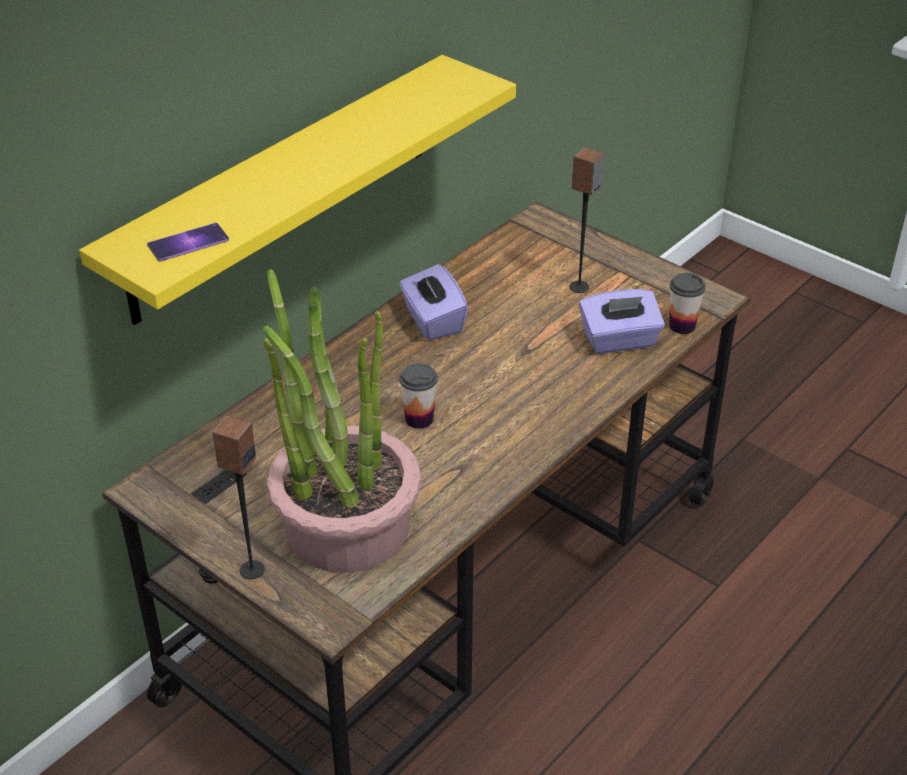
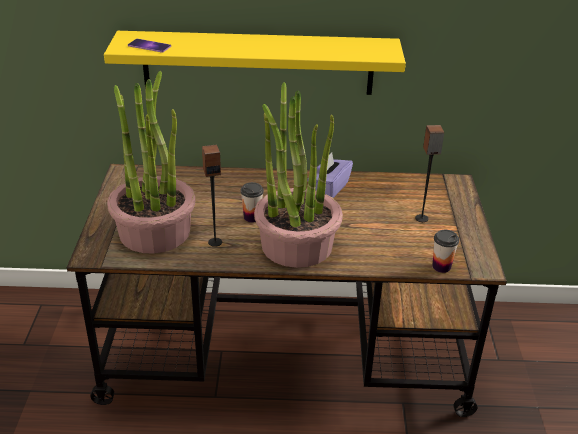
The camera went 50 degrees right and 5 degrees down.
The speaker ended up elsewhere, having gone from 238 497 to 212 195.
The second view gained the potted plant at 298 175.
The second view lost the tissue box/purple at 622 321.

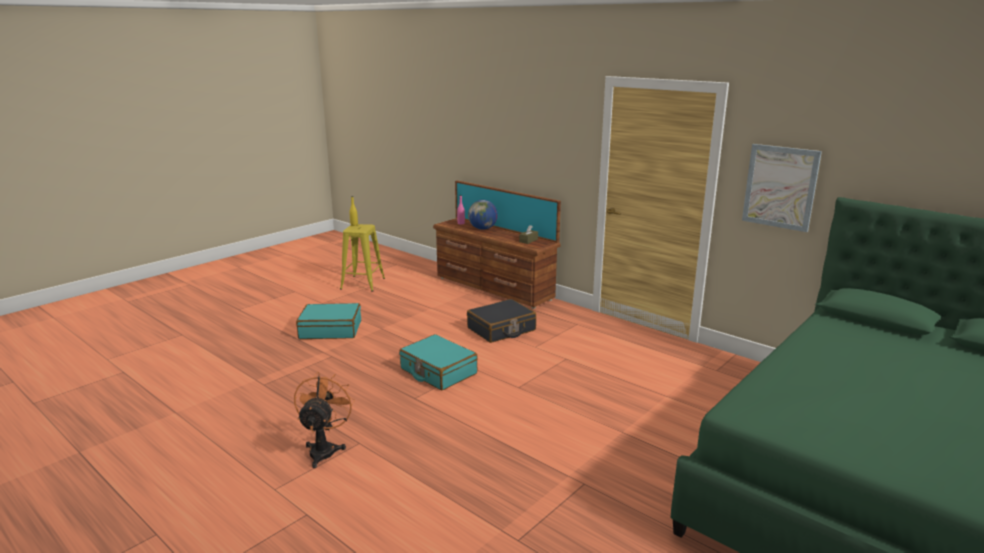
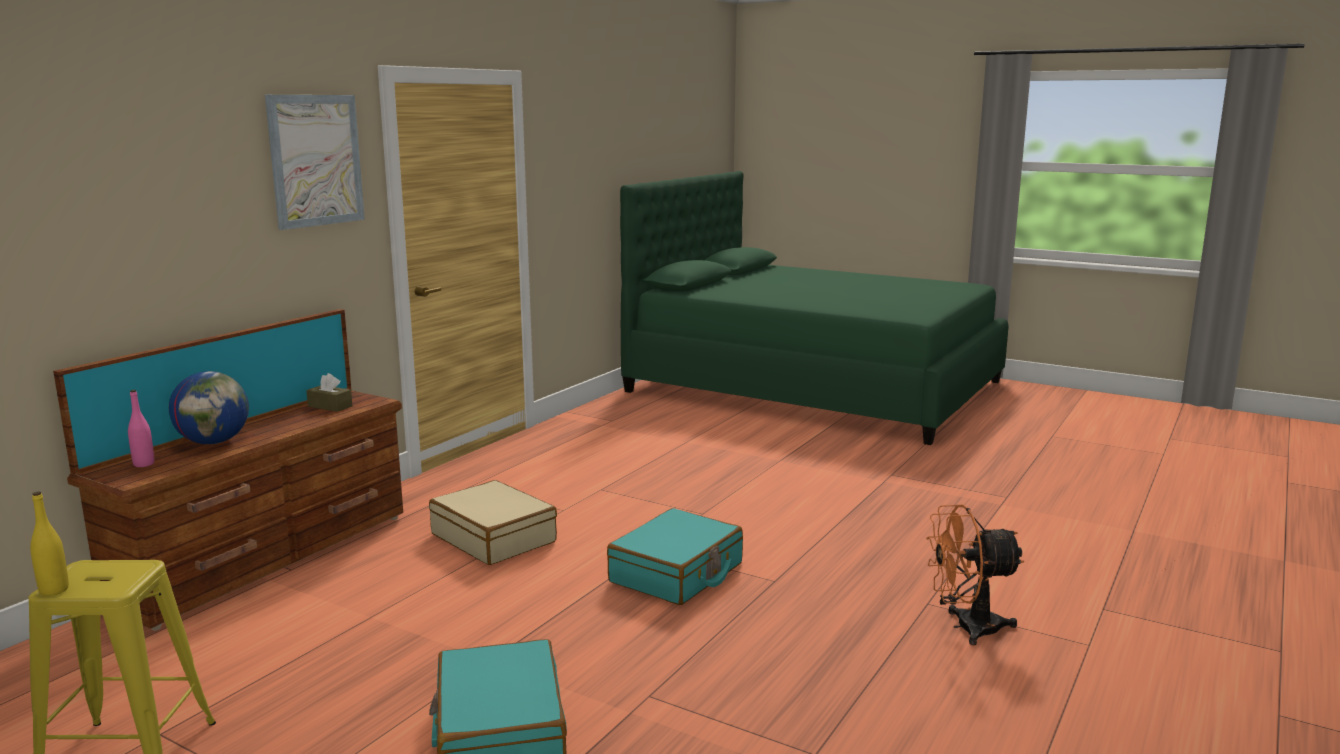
The camera went 100 degrees left and 5 degrees down.
The picture ended up elsewhere, having gone from 782 188 to 315 162.
What was the suitcase/black at 501 321 turned into the suitcase/beige at 493 522.

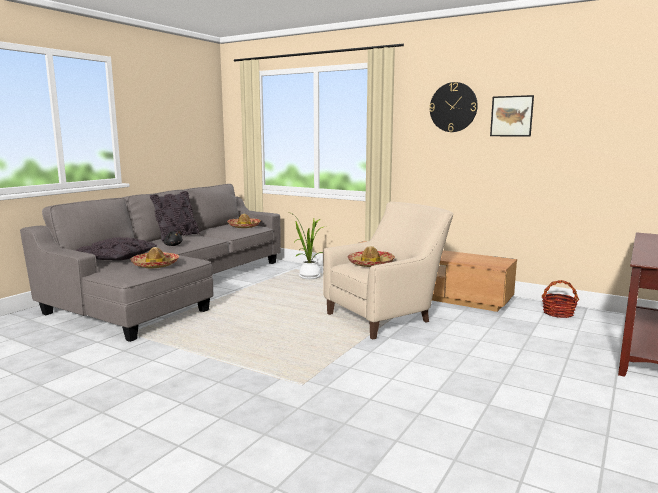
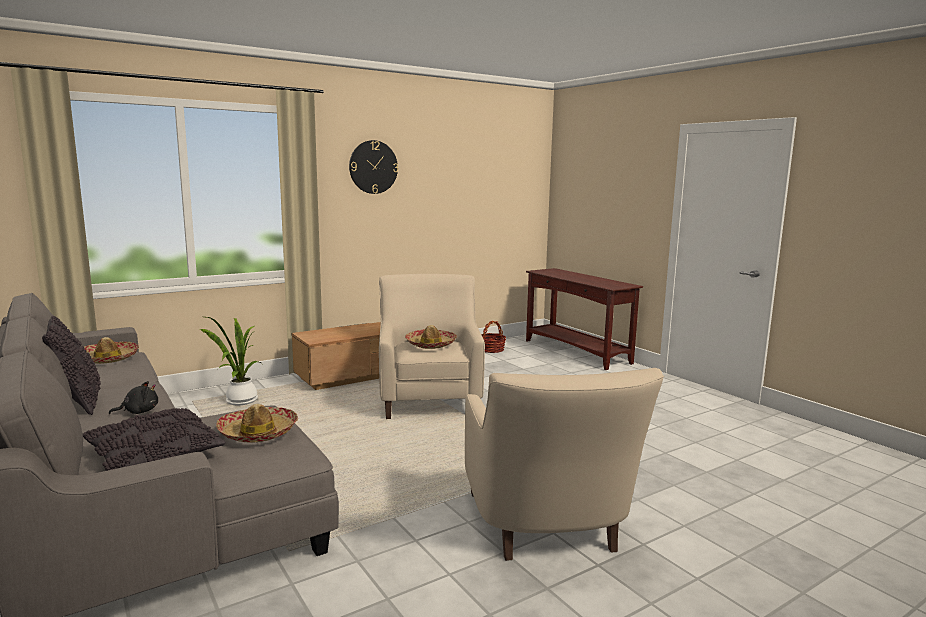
The camera went 65 degrees left and 0 degrees up.
The second view gained the armchair/beige at 564 464.
The second view lost the picture at 512 115.

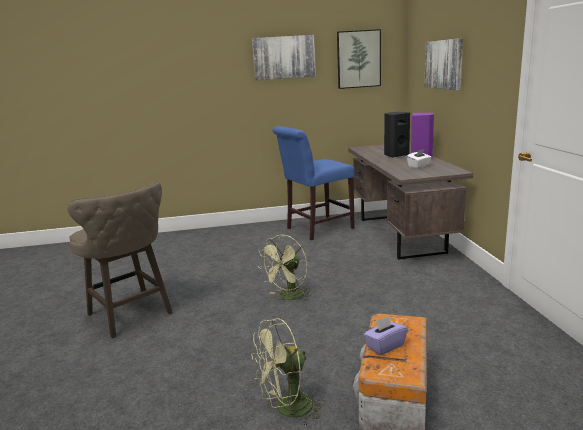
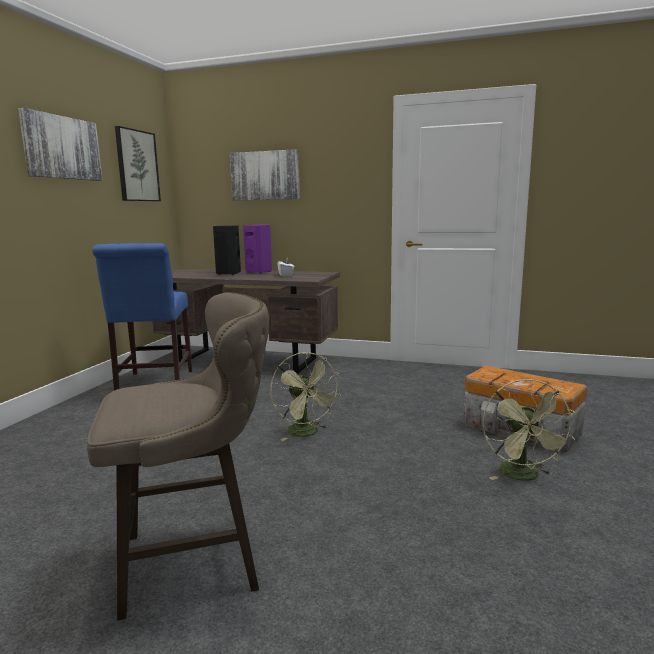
The camera went 65 degrees left and 5 degrees down.
The second view lost the tissue box/purple at 385 335.

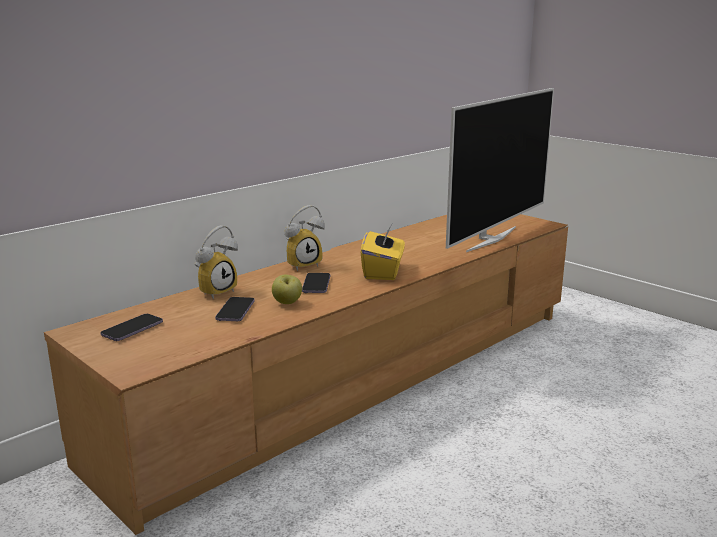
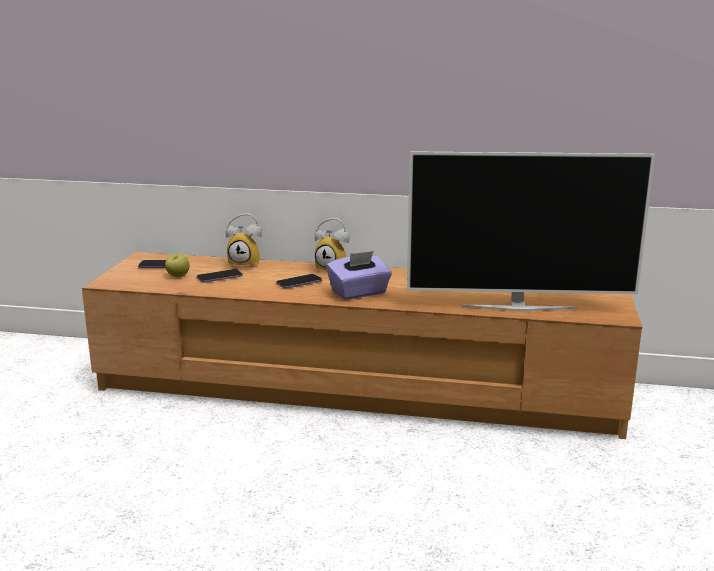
The camera went 55 degrees right and 0 degrees up.
The apple ended up elsewhere, having gone from 287 289 to 177 265.
What was the tissue box/yellow at 383 252 turned into the tissue box/purple at 359 275.

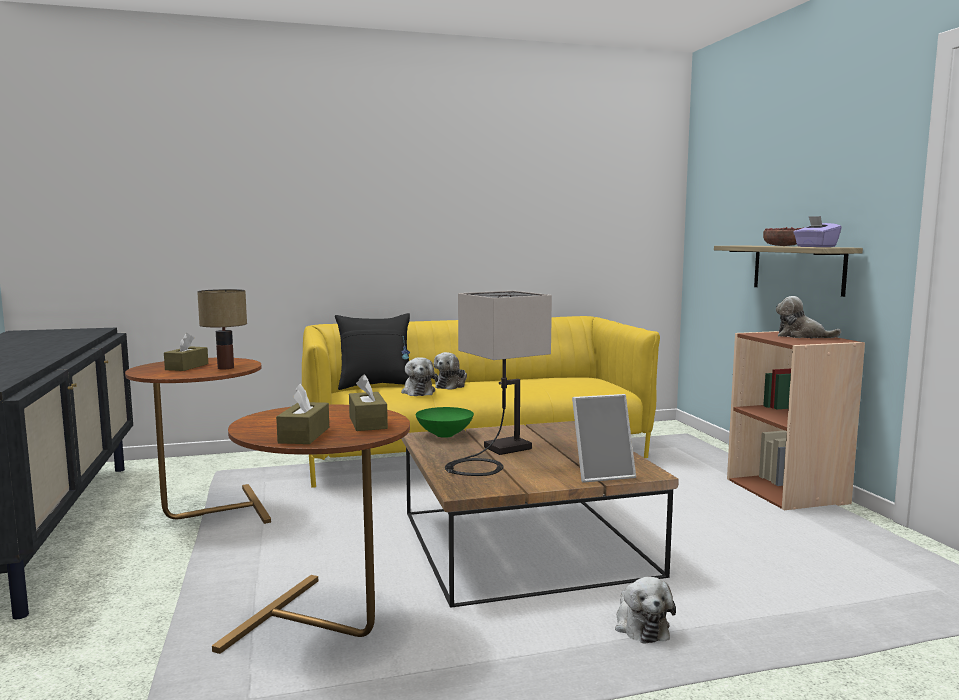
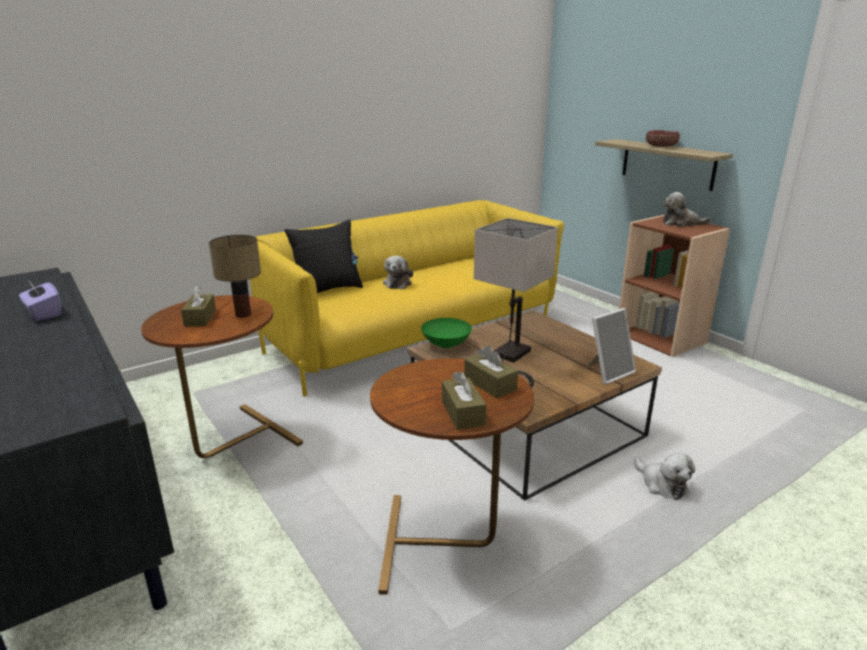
The camera went 20 degrees left and 15 degrees up.
The tissue box/purple ended up elsewhere, having gone from 817 231 to 40 300.
The second view lost the plush toy at 419 376.

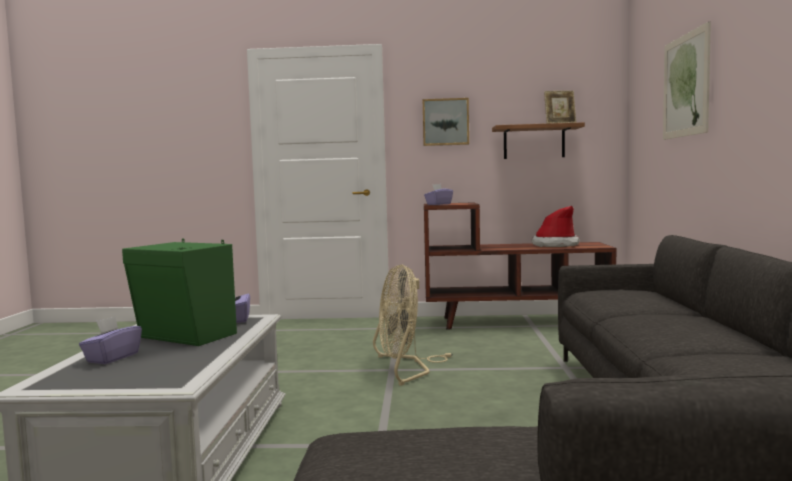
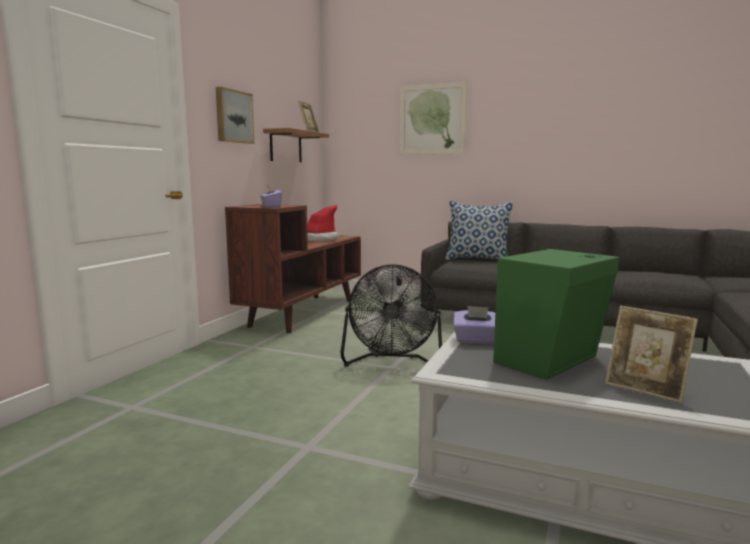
The camera went 70 degrees left and 5 degrees up.
What was the fan/beige at 413 325 turned into the fan/black at 391 315.
The second view gained the pillow at 479 230.
Where the tissue box/purple stood at 110 340, the picture frame came to stand at 651 354.

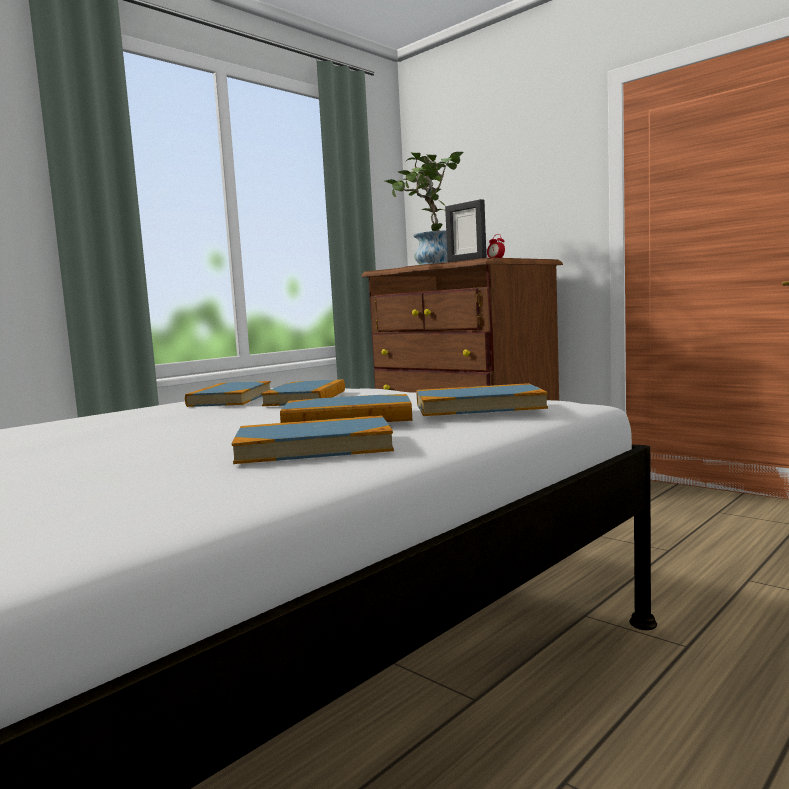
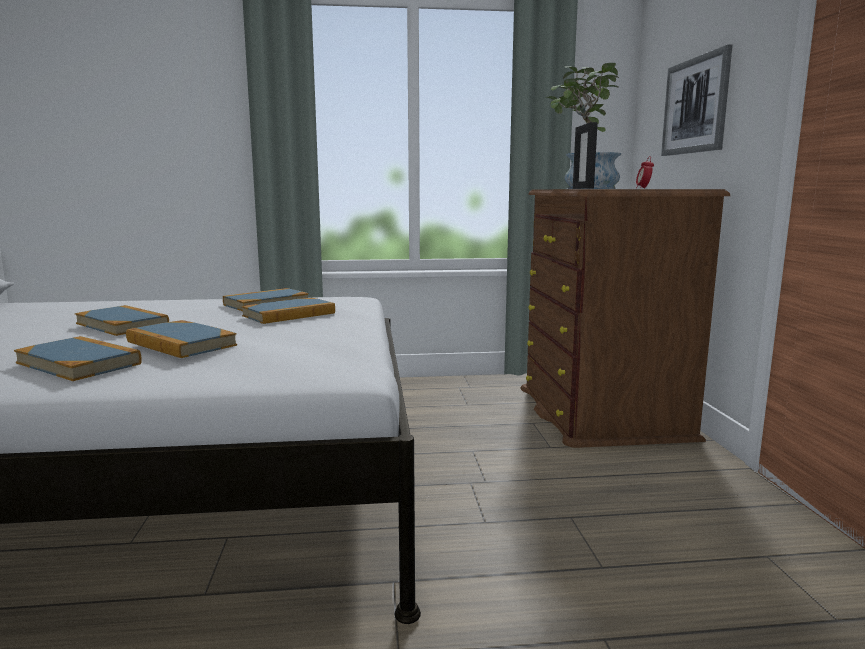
The camera went 40 degrees right and 5 degrees up.
The book ended up elsewhere, having gone from 482 399 to 122 320.
The second view gained the picture at 696 100.

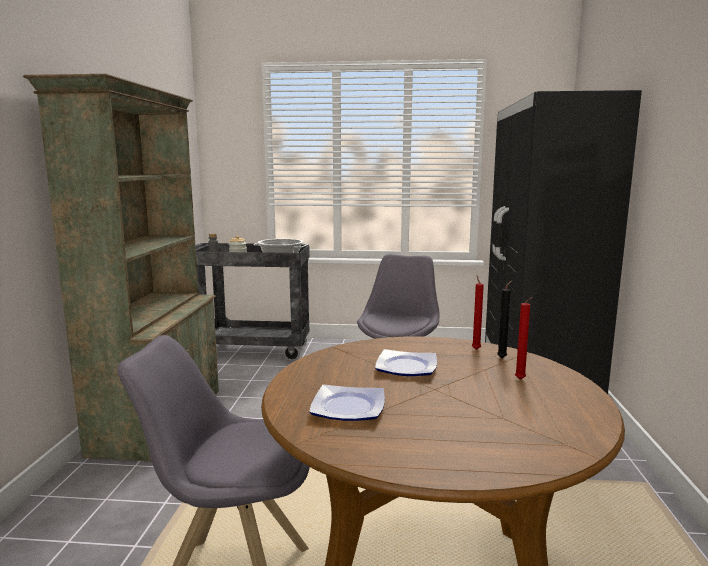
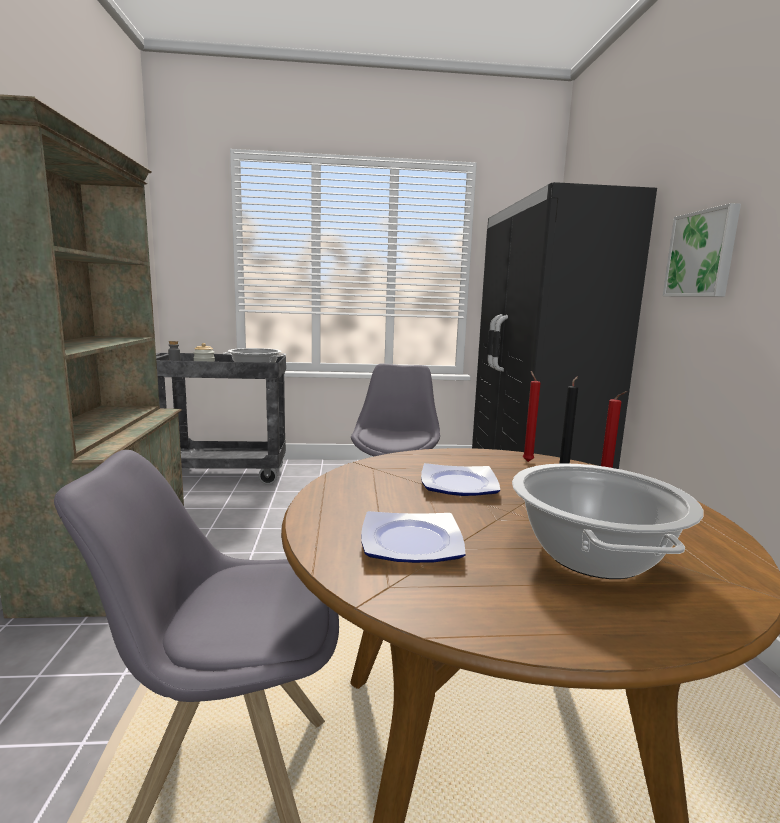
The camera went 10 degrees left and 0 degrees up.
The second view gained the cooking pot at 607 521.
The second view gained the picture at 702 250.

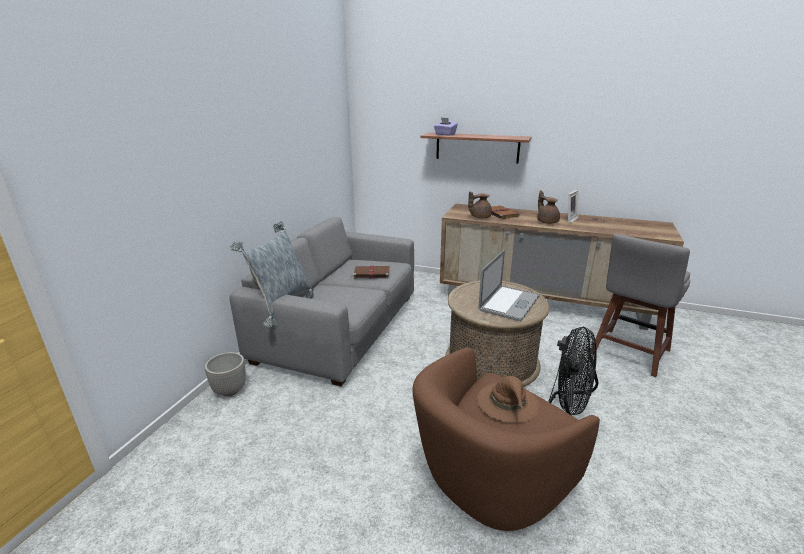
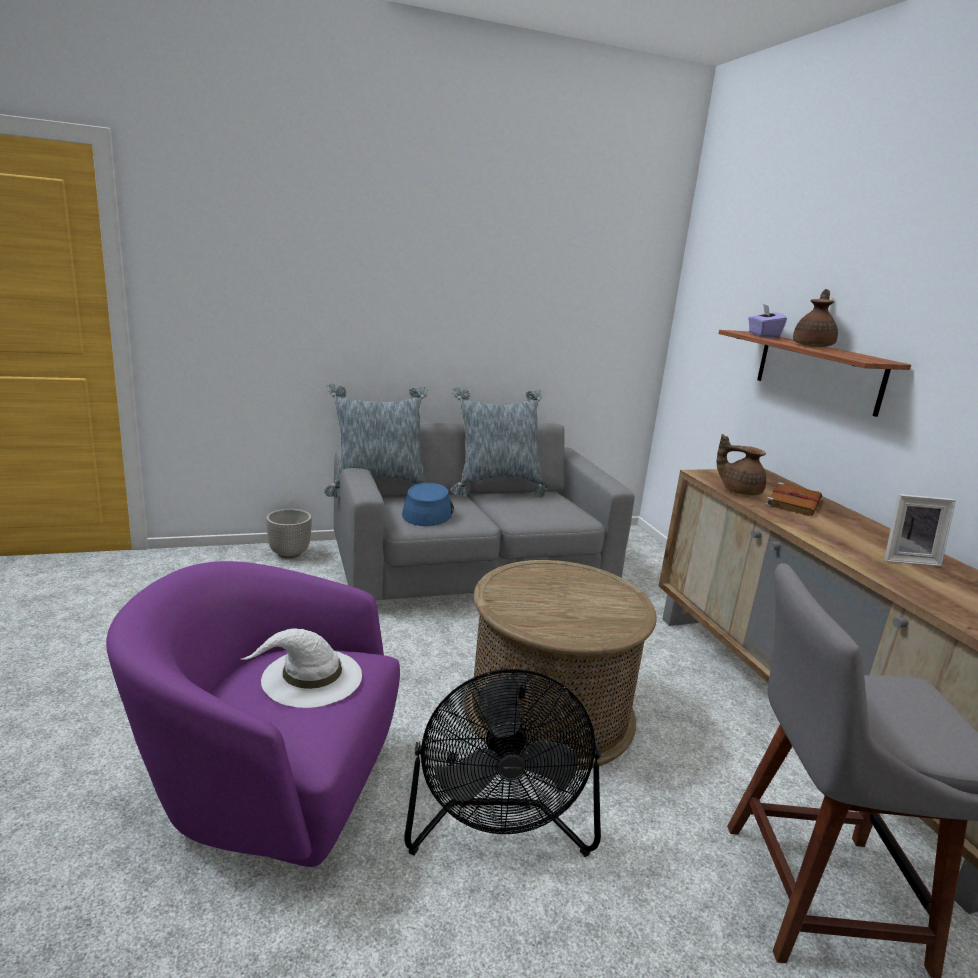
The camera went 50 degrees right and 5 degrees down.
What was the armchair/brown at 506 439 turned into the armchair/purple at 253 714.
What was the hat/brown at 508 399 turned into the hat/white at 301 668.
The second view gained the hat/blue at 428 504.
The second view gained the pillow at 500 442.
The teapot/brown ended up elsewhere, having gone from 548 207 to 815 318.
The second view lost the book/brown at 370 272.
The second view lost the laptop at 509 285.

